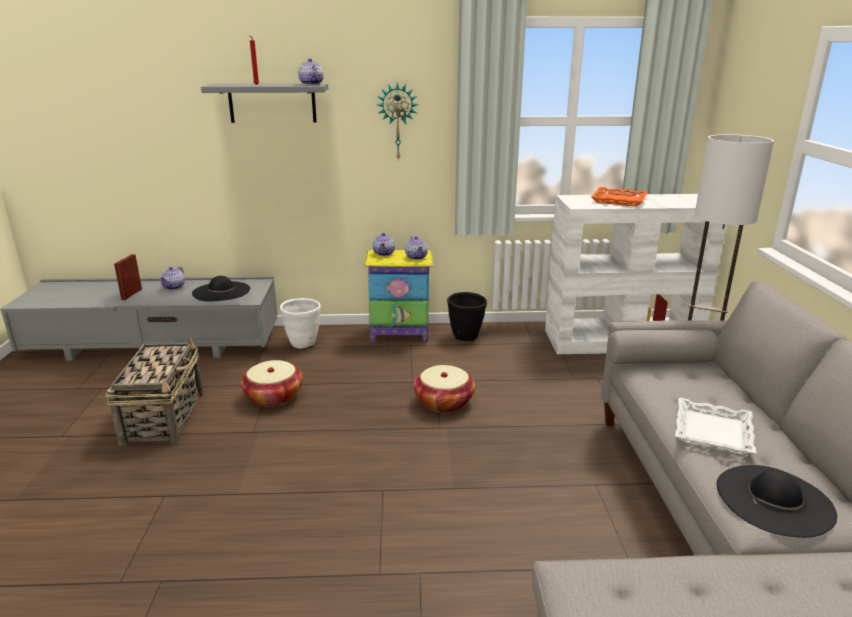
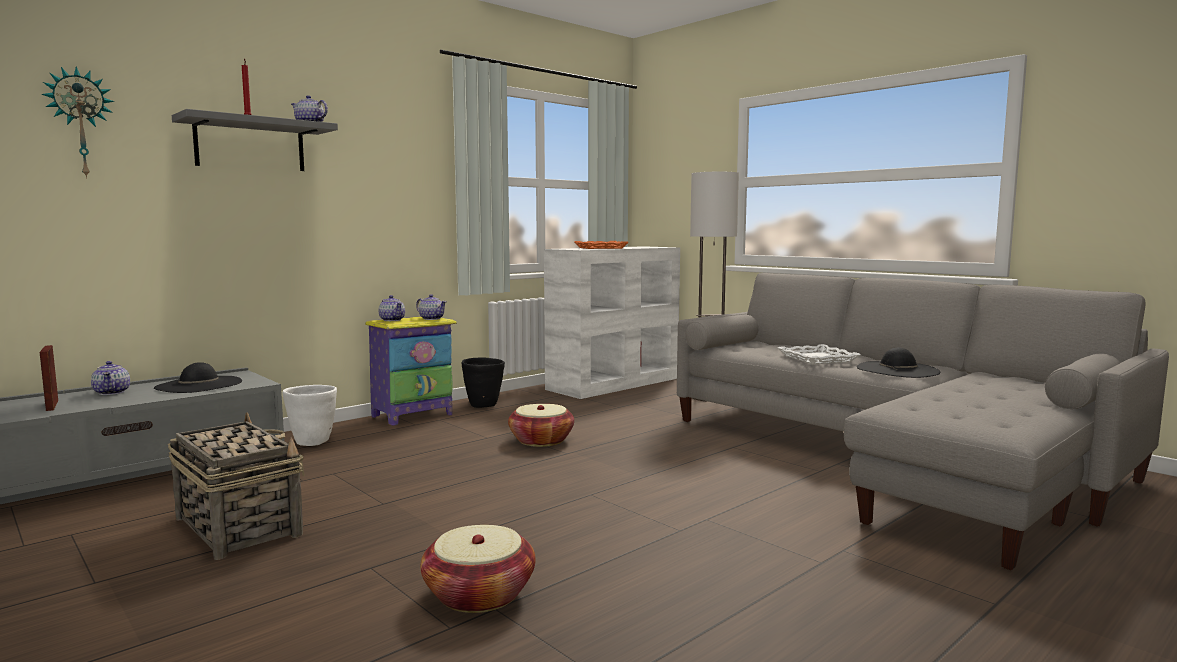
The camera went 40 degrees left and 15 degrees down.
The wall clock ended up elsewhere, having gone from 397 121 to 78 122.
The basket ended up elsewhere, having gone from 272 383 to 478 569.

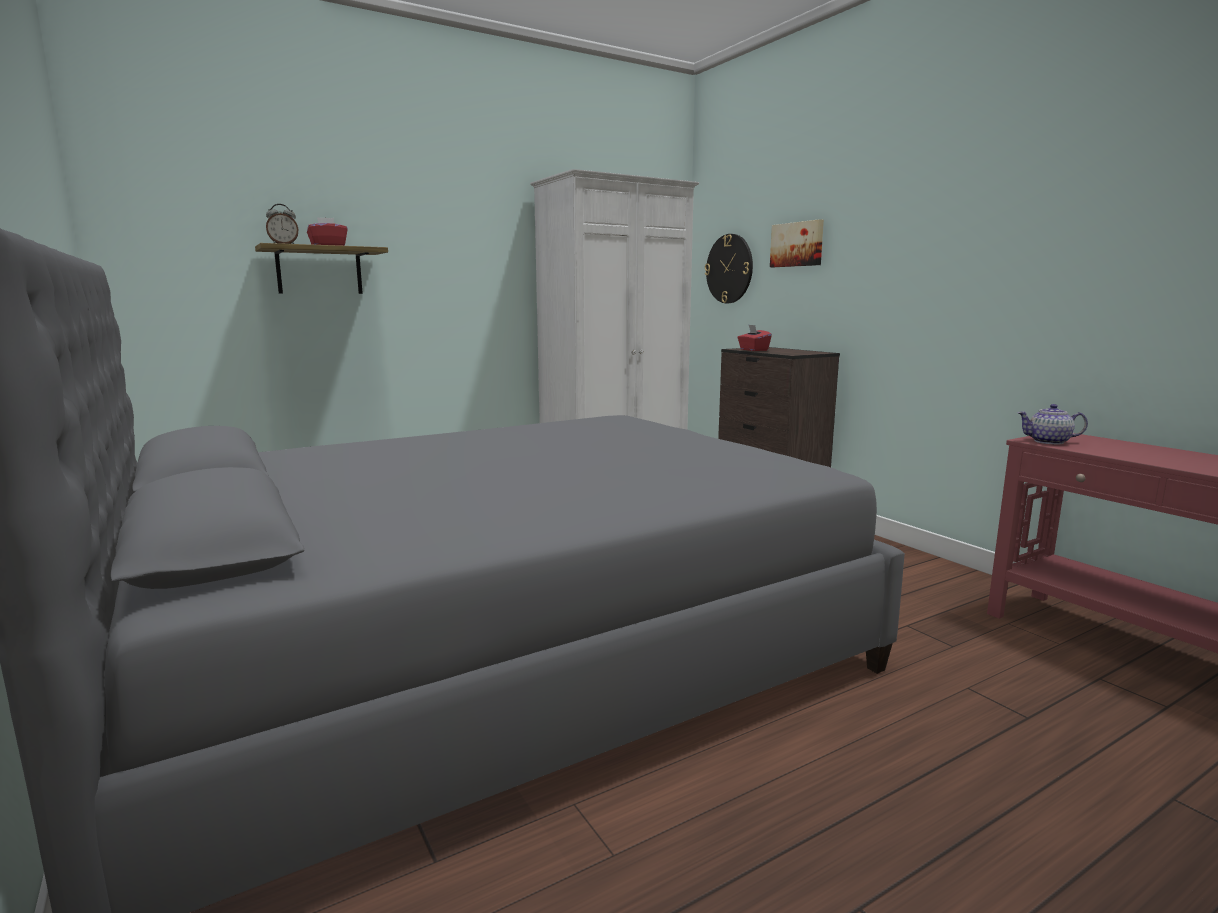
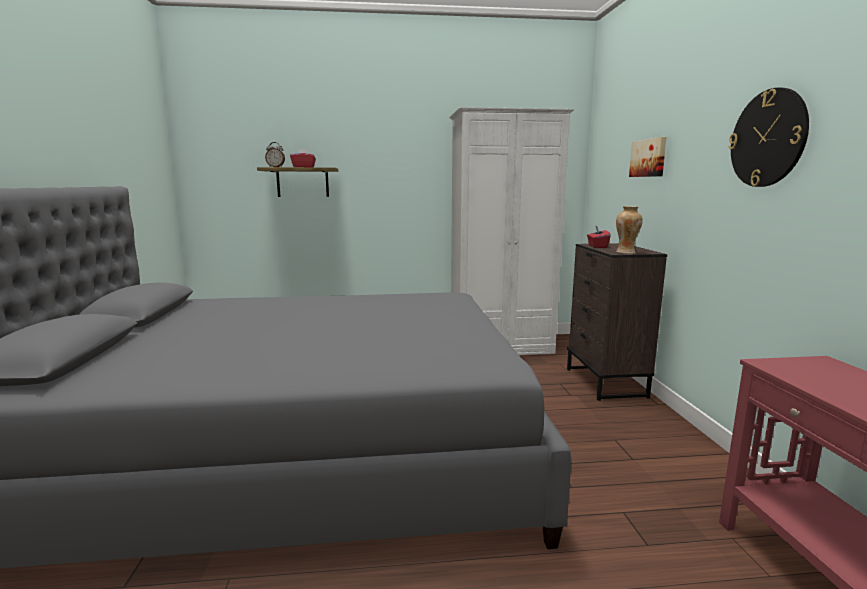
The camera went 25 degrees right and 0 degrees up.
The second view gained the vase at 629 230.
The wall clock ended up elsewhere, having gone from 729 268 to 769 137.
The second view lost the teapot at 1052 424.

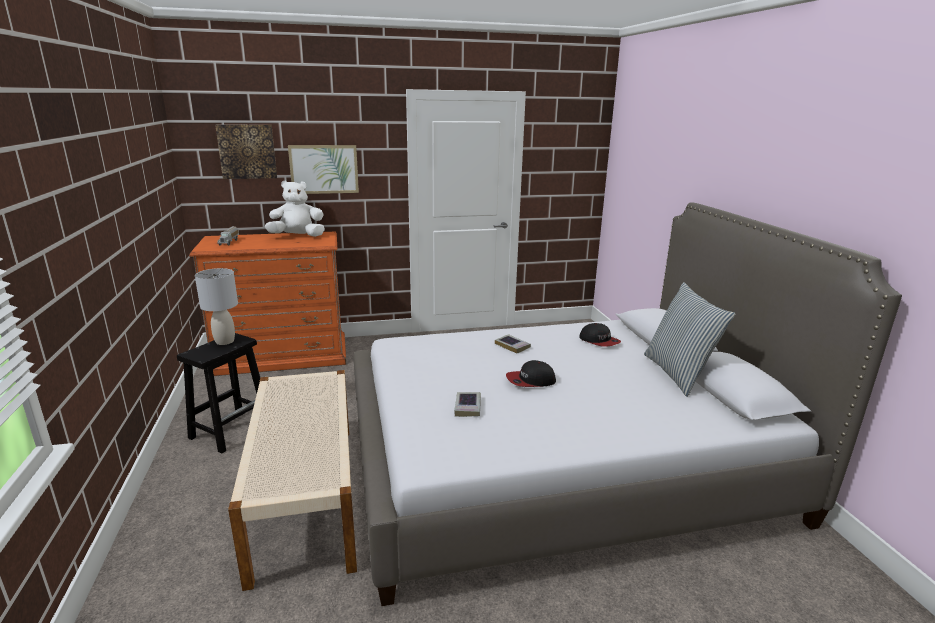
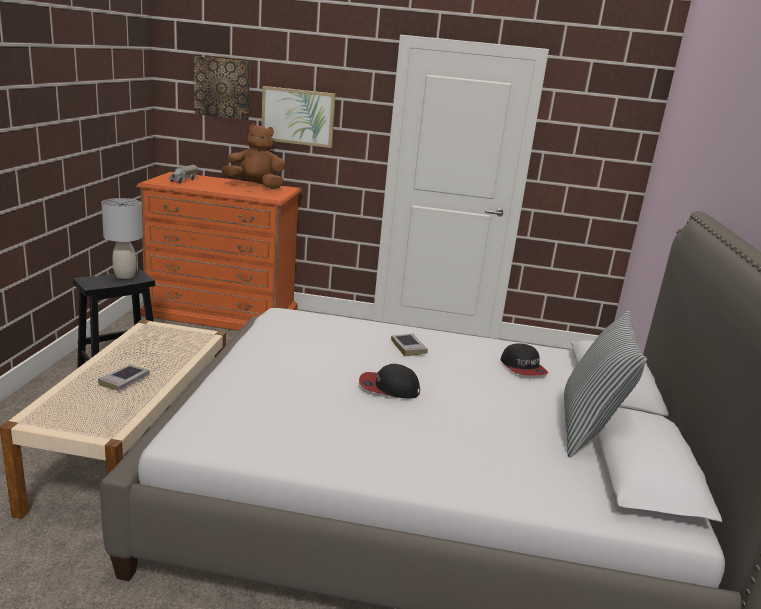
The camera went 20 degrees right and 0 degrees up.
The book ended up elsewhere, having gone from 467 404 to 124 377.
What was the plush toy/white at 295 208 turned into the plush toy/brown at 253 156.

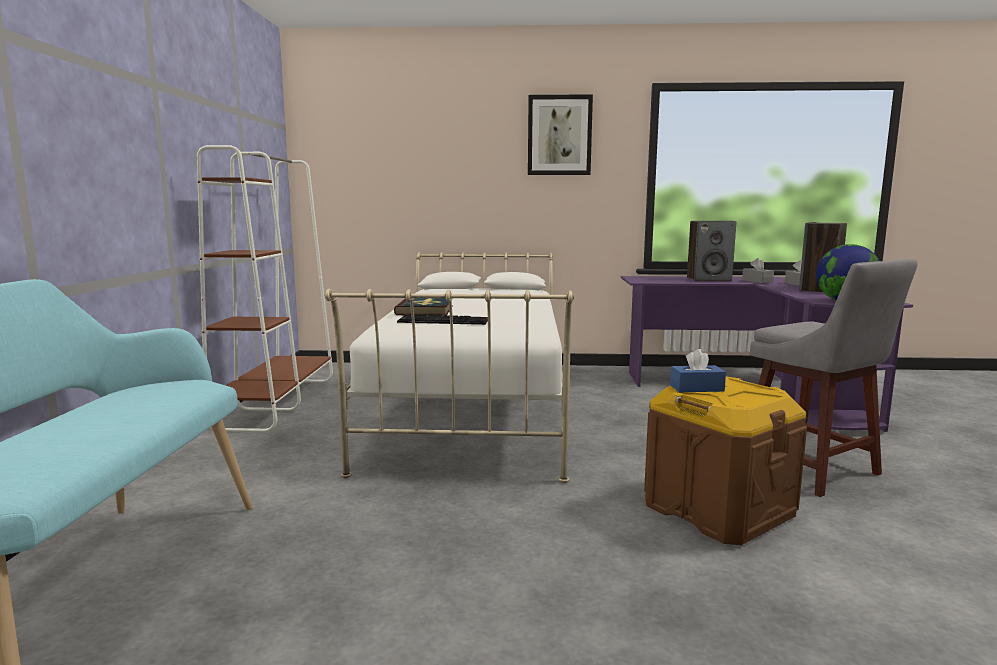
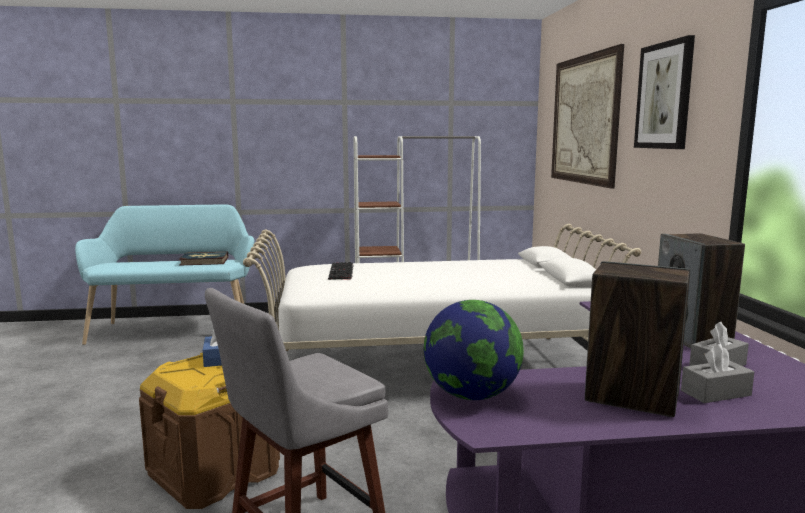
The camera went 80 degrees right and 0 degrees up.
The book ended up elsewhere, having gone from 423 307 to 203 259.
The second view gained the picture at 587 116.

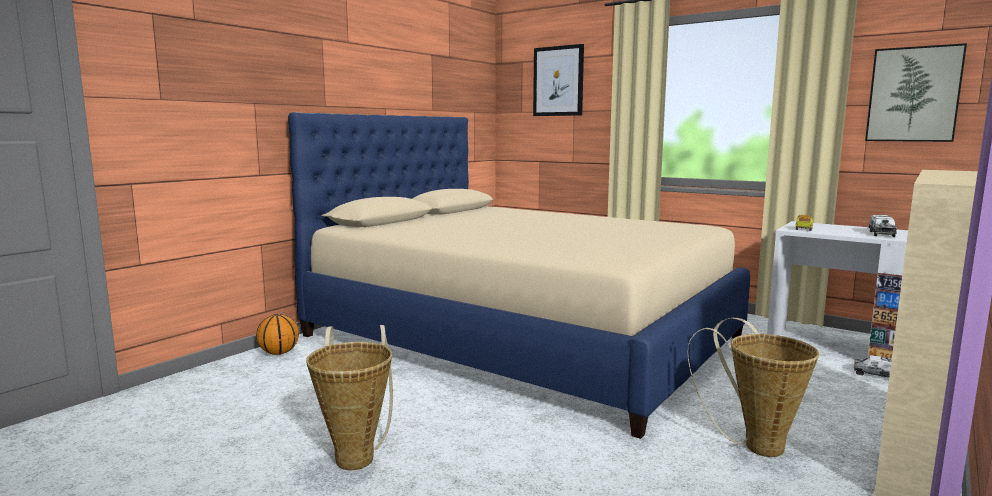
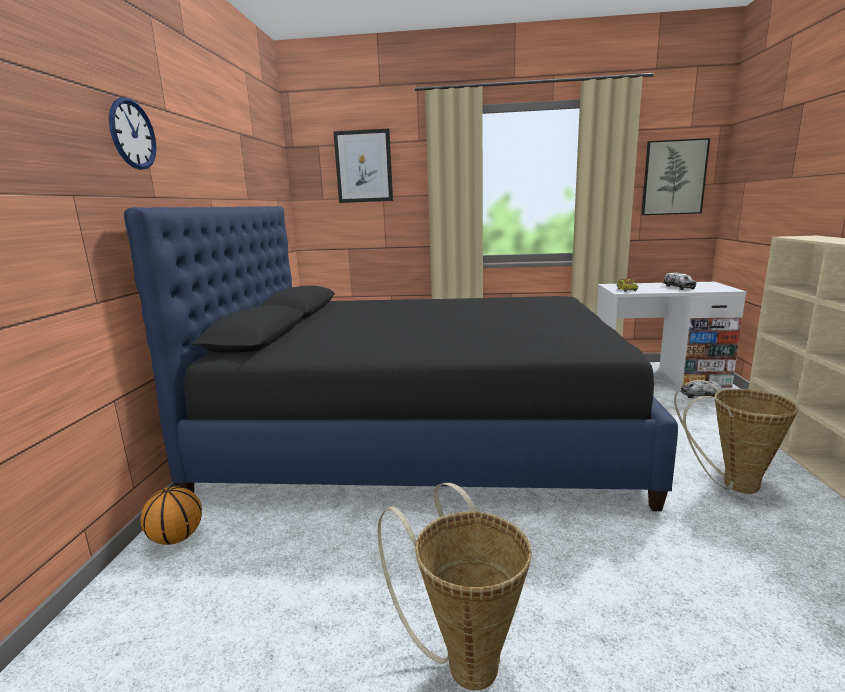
The camera went 30 degrees left and 5 degrees up.
The second view gained the wall clock at 133 134.
What was the bed/beige at 519 275 turned into the bed/black at 401 358.

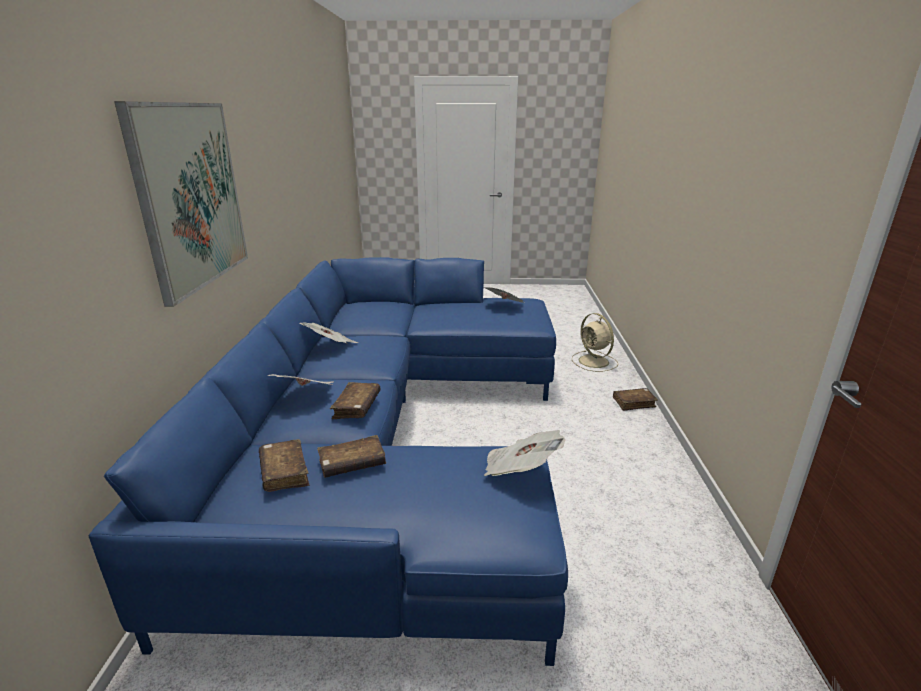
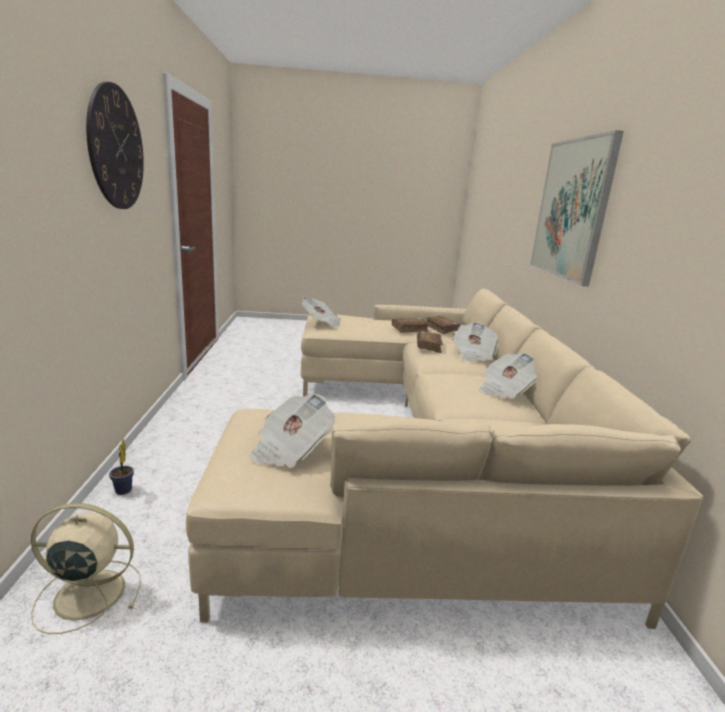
The camera went 175 degrees right and 5 degrees down.
The fan/beige at 595 342 ended up facing another way, 60 degrees counterclockwise from before.
The second view gained the wall clock at 115 145.
Where the book/brown stood at 635 399, the potted plant came to stand at 121 466.
What was the sofa/blue at 328 461 turned into the sofa/beige at 445 459.

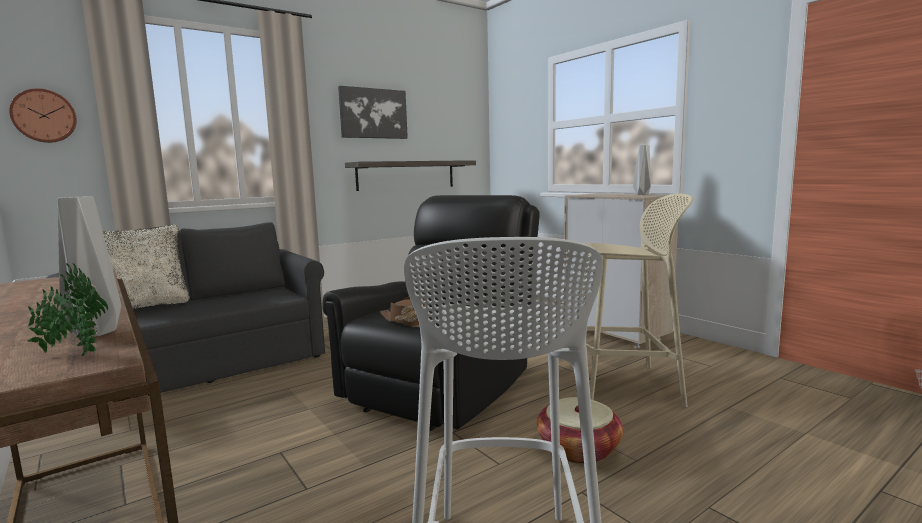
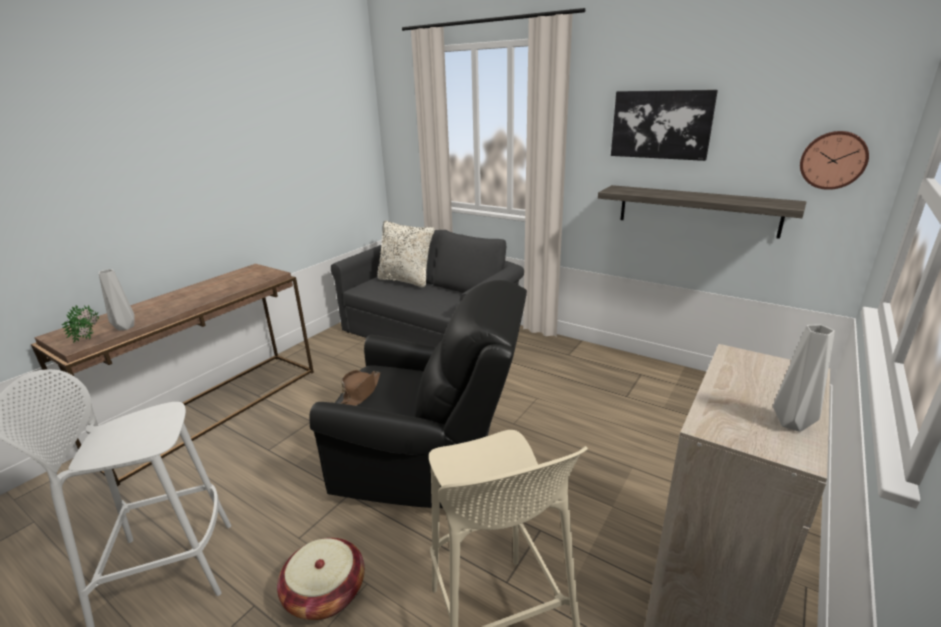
The camera went 70 degrees right and 15 degrees up.
The wall clock ended up elsewhere, having gone from 43 115 to 834 160.

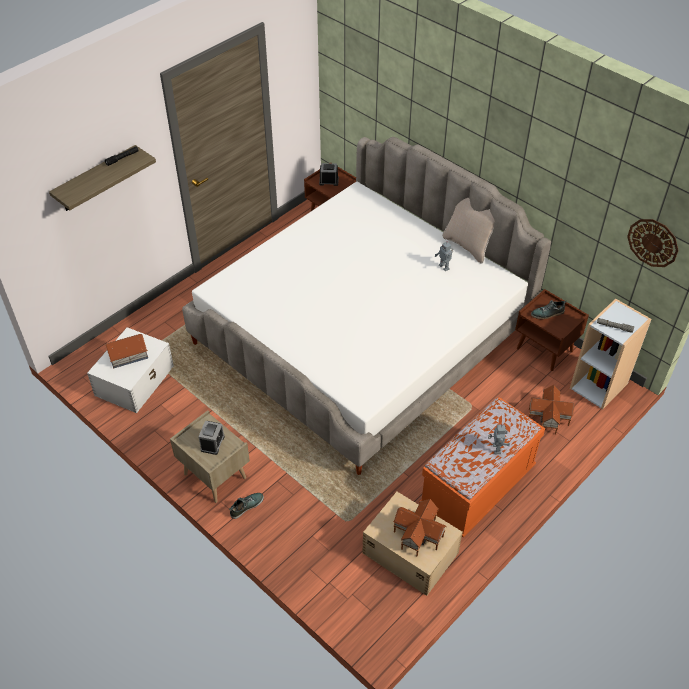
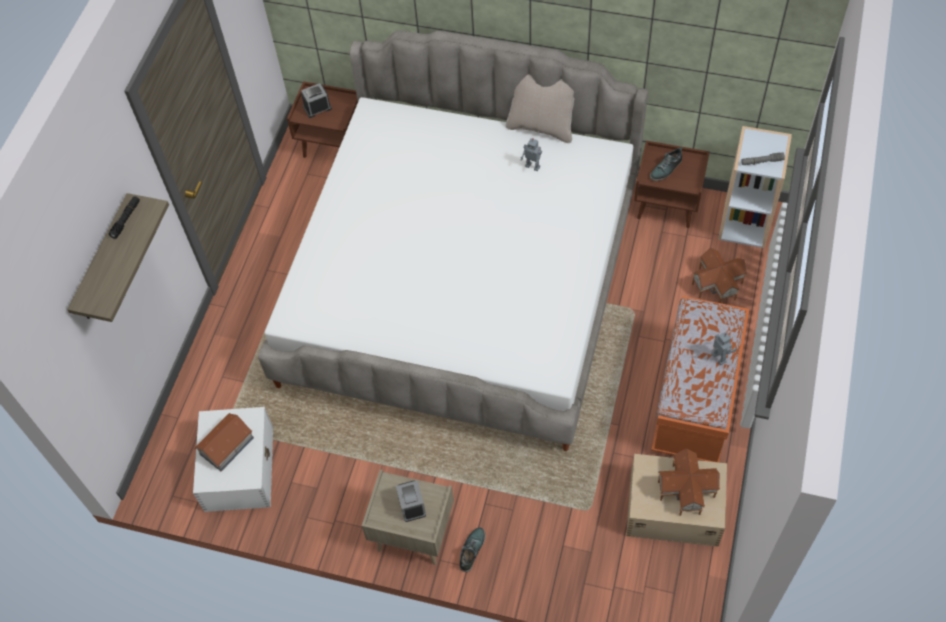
The camera went 25 degrees left and 10 degrees up.
The second view lost the wall clock at 653 243.

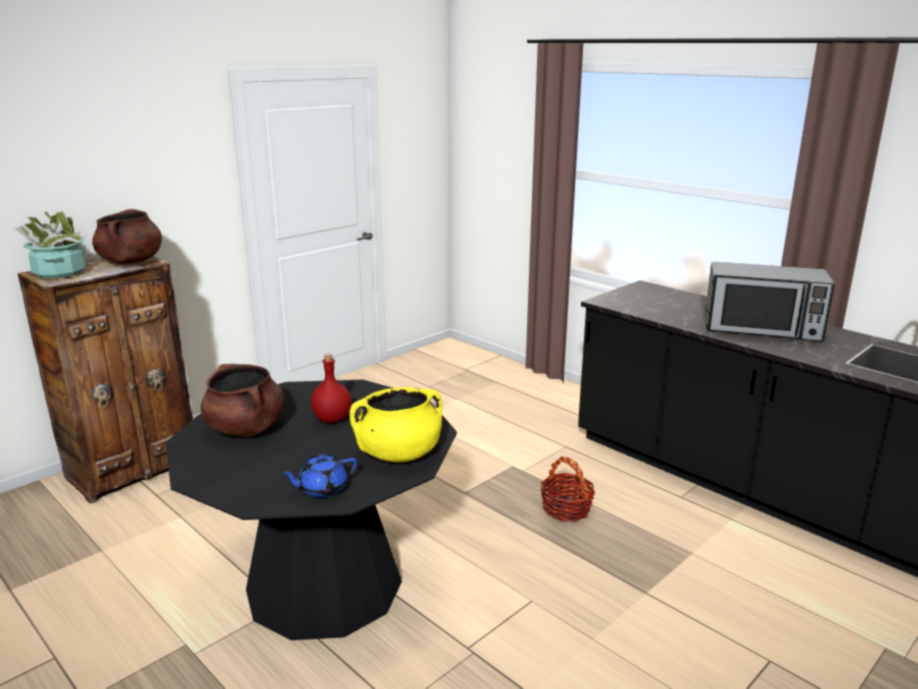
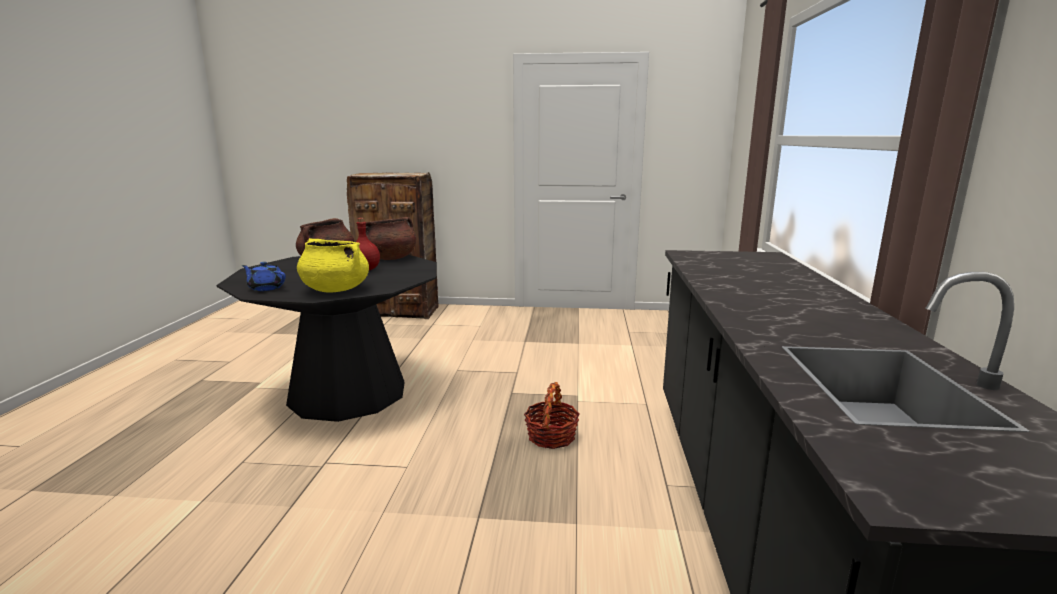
The camera went 50 degrees right and 5 degrees down.
The cooking pot/brown ended up elsewhere, having gone from 127 236 to 391 238.
The second view lost the potted plant at 50 244.
The second view lost the microwave at 770 301.

